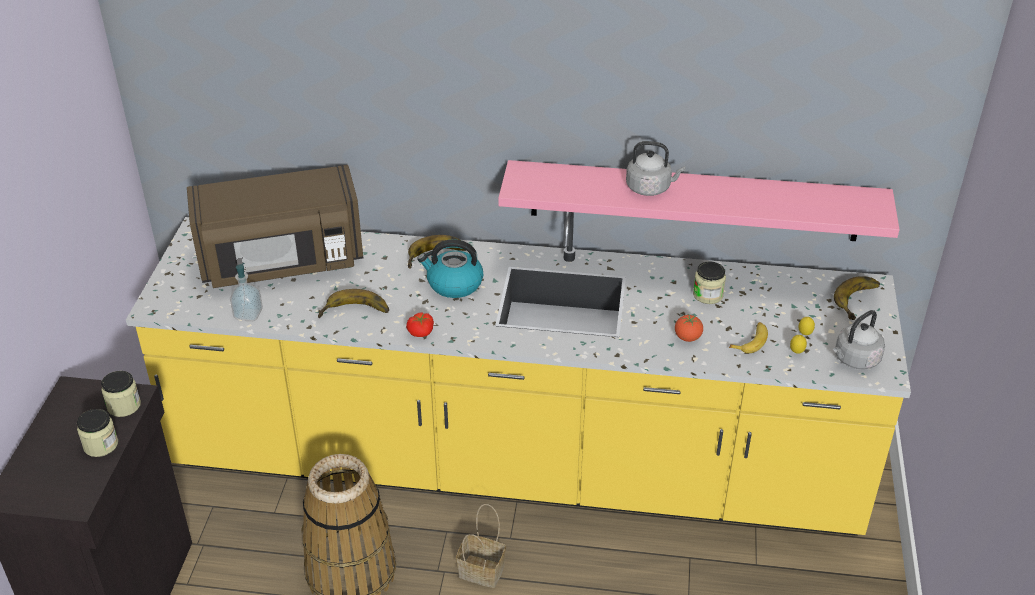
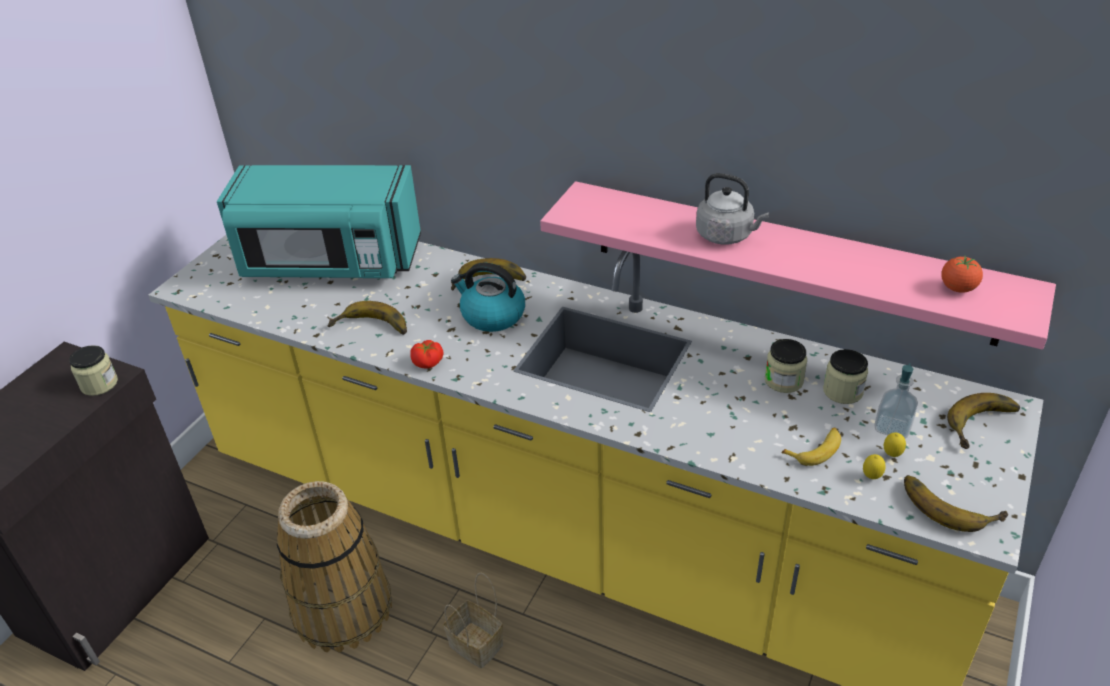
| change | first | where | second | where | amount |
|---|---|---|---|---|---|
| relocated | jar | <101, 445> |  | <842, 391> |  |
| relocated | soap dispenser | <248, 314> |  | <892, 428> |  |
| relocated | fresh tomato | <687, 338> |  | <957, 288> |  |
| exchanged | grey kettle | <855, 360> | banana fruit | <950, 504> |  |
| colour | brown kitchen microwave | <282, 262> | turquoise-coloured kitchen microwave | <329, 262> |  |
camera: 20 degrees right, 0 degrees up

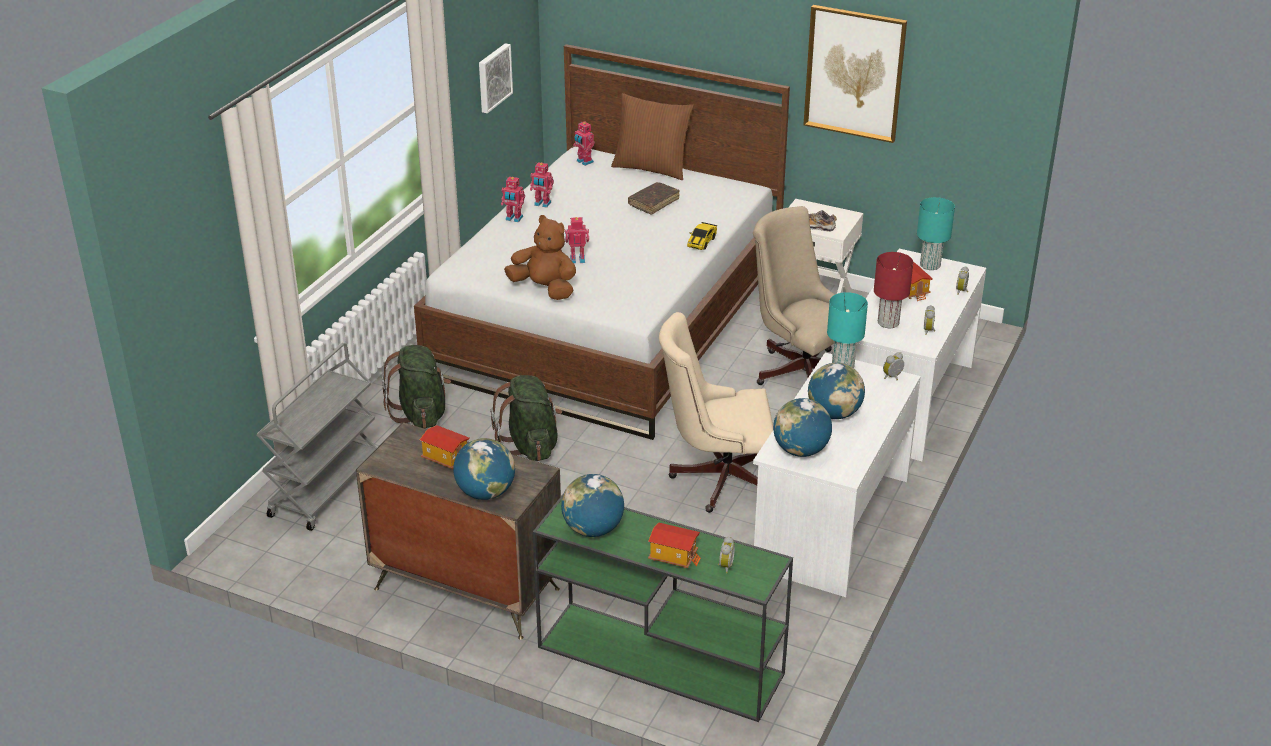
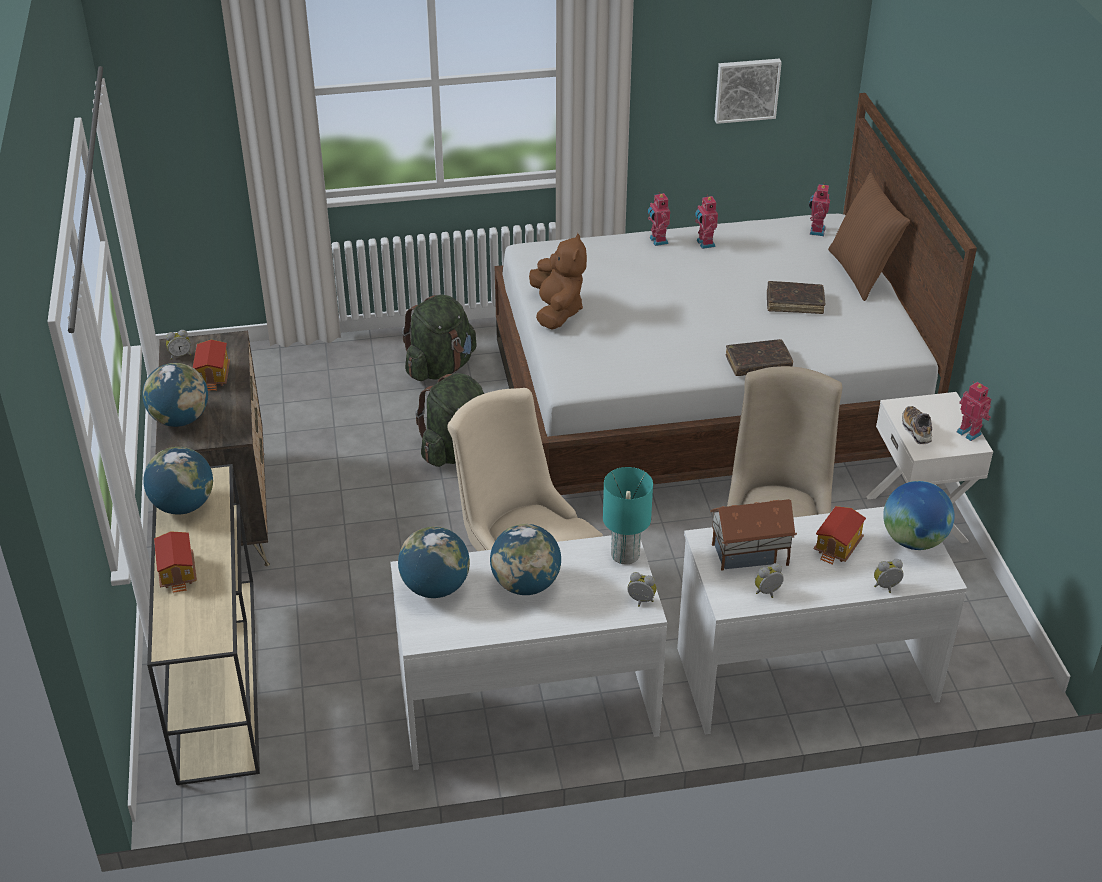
| change | first | where | second | where | amount |
|---|---|---|---|---|---|
| missing | grey trolley | <325, 487> |  |  |  |
| missing | wall art | <854, 73> |  |  |  |
| relocated | toy robot | <577, 259> |  | <970, 432> |  |
| relocated | table clock | <724, 566> |  | <180, 355> |  |
| exchanged | miniature car | <702, 242> | brown volume | <758, 364> |  |
| exchanged | red-coloured tabletop lamp | <889, 322> | toy house | <750, 555> |  |
| exchanged | turquoise-coloured tabletop lamp | <930, 265> | globe | <913, 541> |  |
| colour | green hall table | <657, 660> | sand-coloured hall table | <216, 674> |  |
camera: 55 degrees right, 5 degrees up

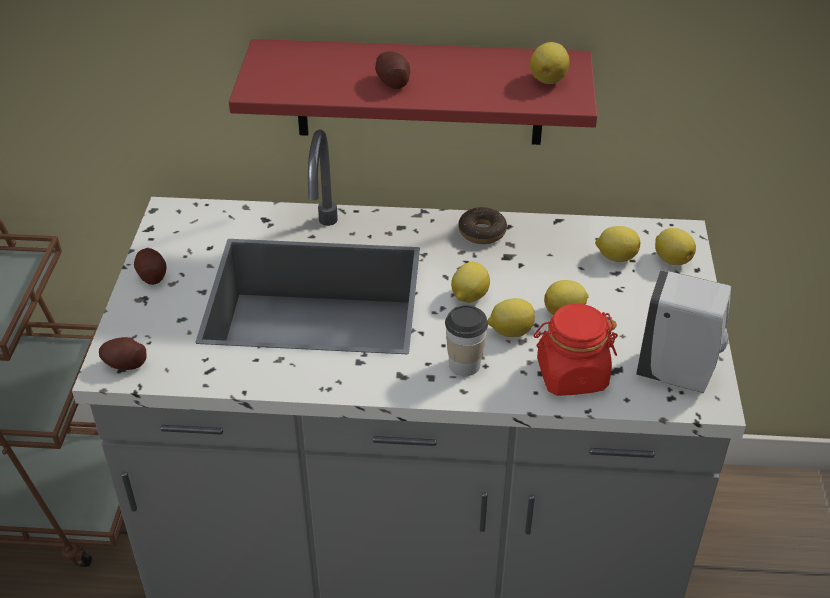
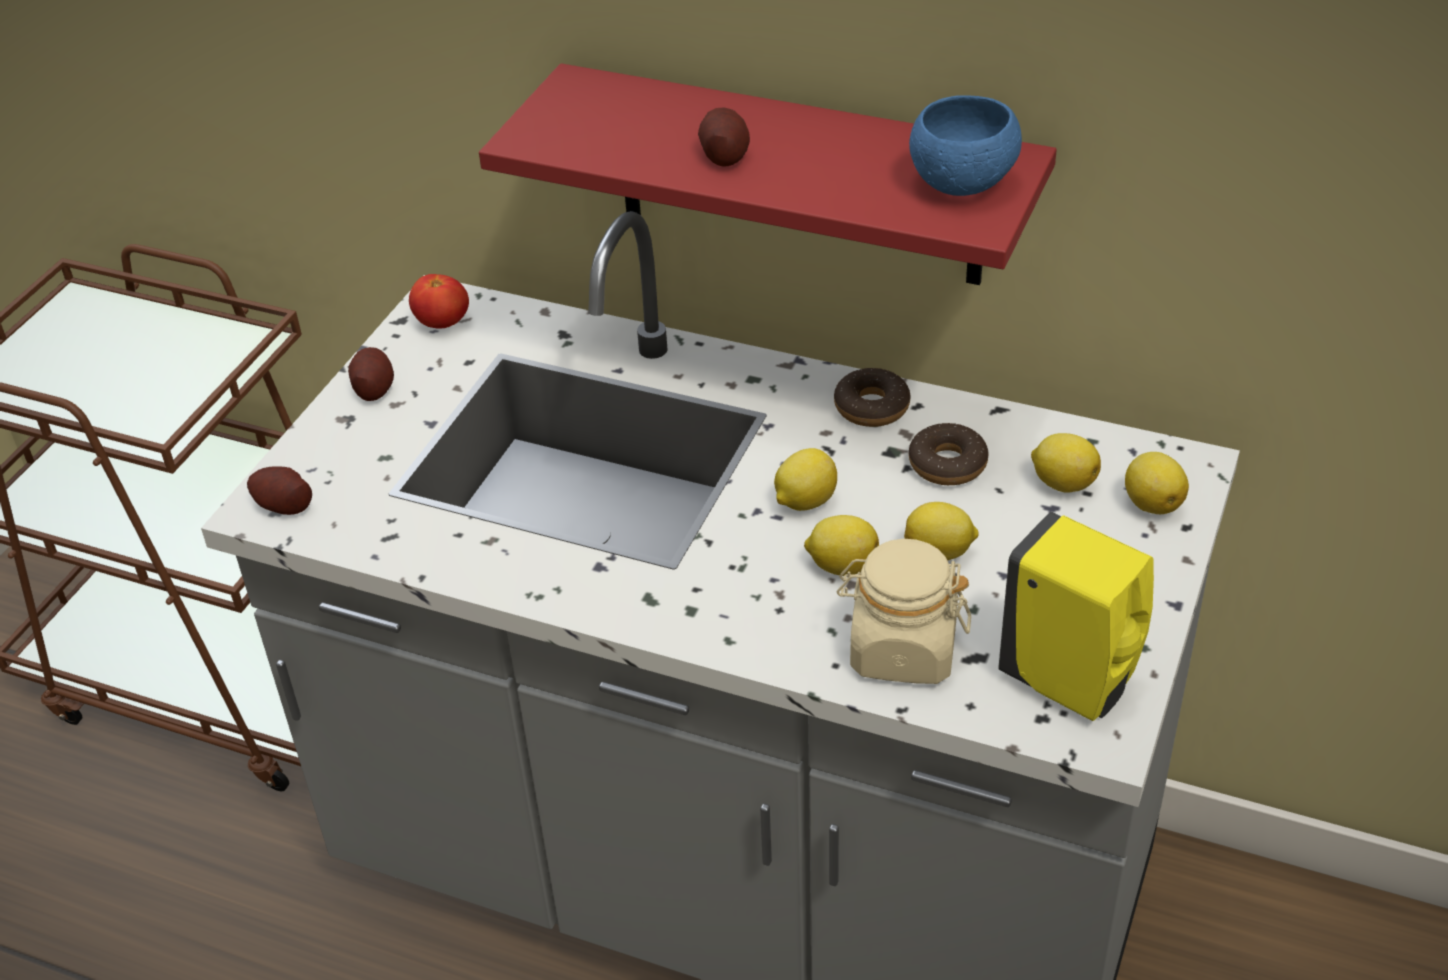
| change | first | where | second | where | amount |
|---|---|---|---|---|---|
| missing | small cup | <464, 364> |  |  |  |
| appeared |  |  | fresh tomato | <442, 323> |  |
| appeared |  |  | donut | <947, 464> |  |
| exchanged | whole lemon | <548, 79> | blue serving bowl | <962, 183> |  |
| colour | red-coloured jar | <571, 375> | sand-coloured jar | <902, 650> |  |
| colour | white soap dispenser | <678, 374> | yellow-coloured soap dispenser | <1071, 684> |  |
camera: 20 degrees right, 0 degrees up

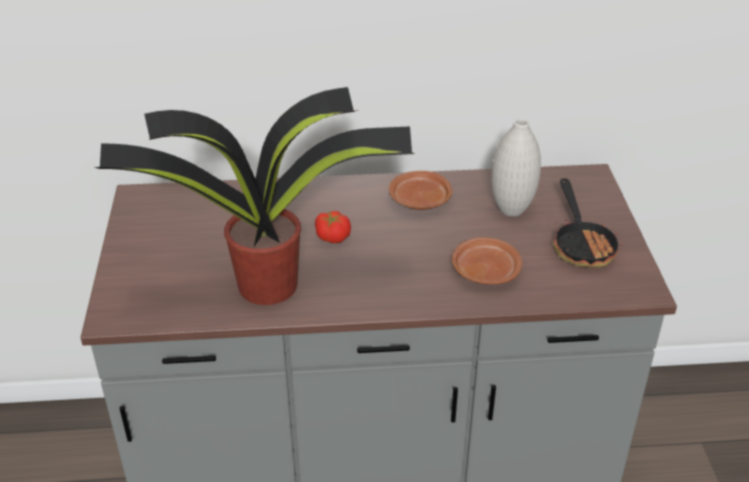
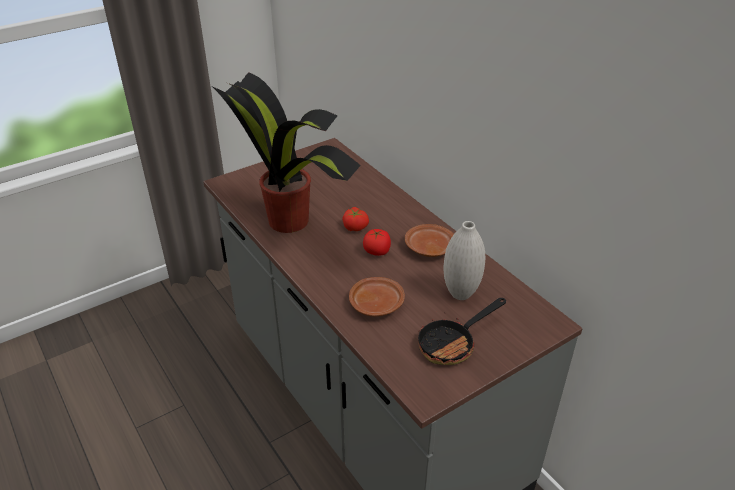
| change | first | where | second | where | amount |
|---|---|---|---|---|---|
| appeared |  |  | fresh tomato | <377, 251> |  |
camera: 60 degrees right, 0 degrees up

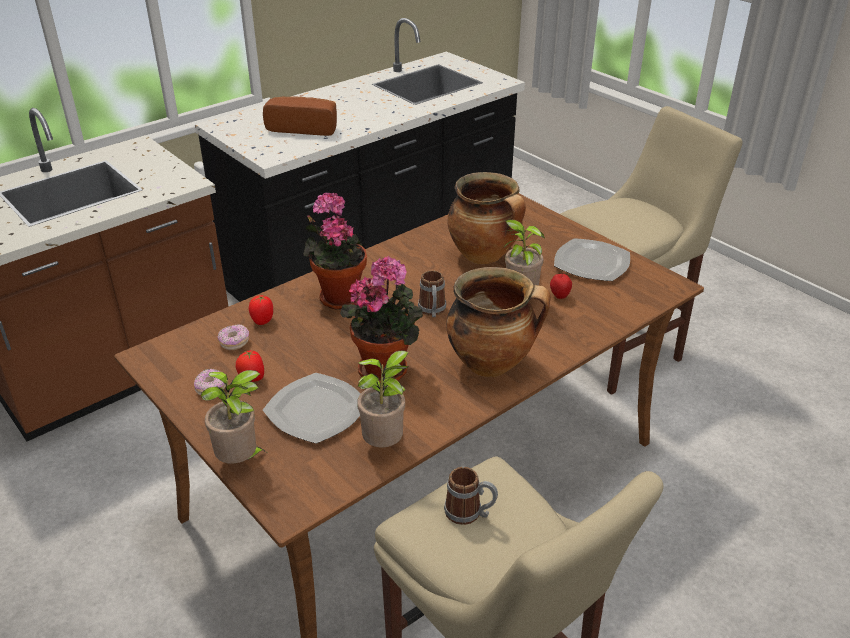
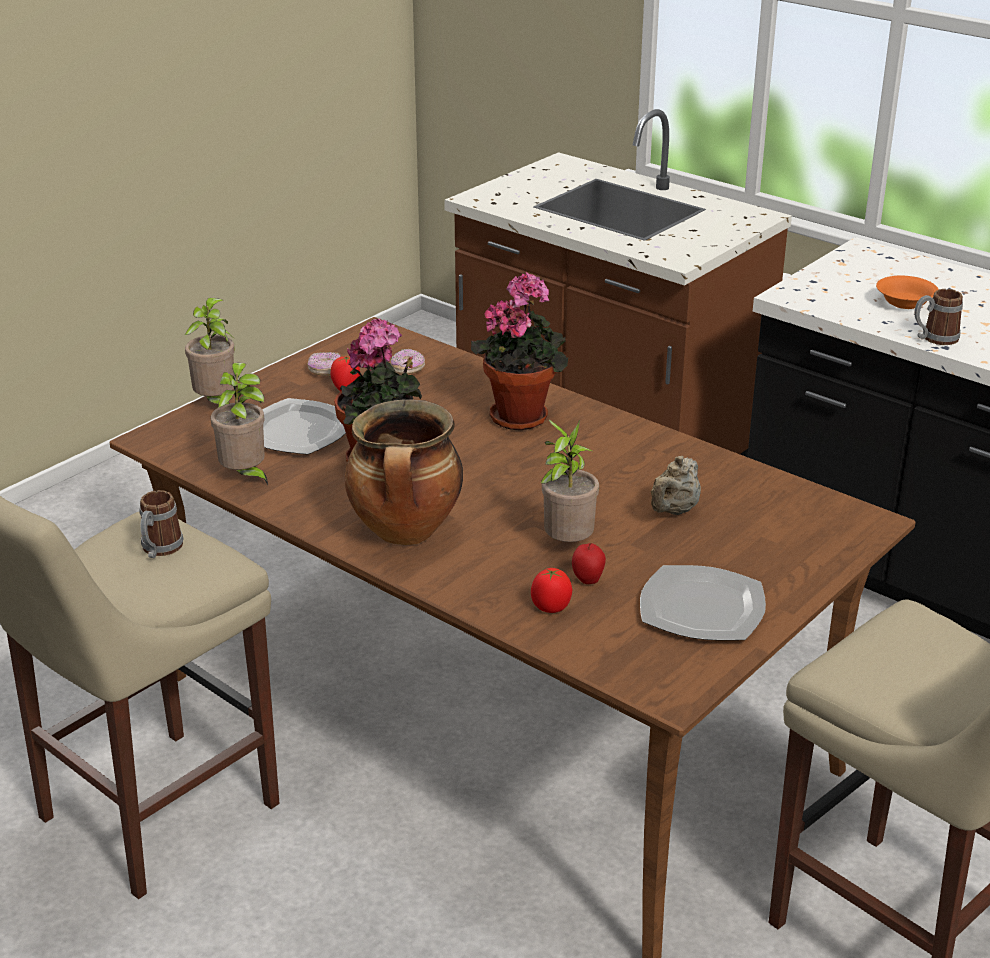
| change | first | where | second | where | amount |
|---|---|---|---|---|---|
| relocated | fresh tomato | <263, 321> |  | <551, 608> |  |
| relocated | mug | <432, 311> |  | <934, 339> |  |
| exchanged | bread | <304, 128> | orangey serving bowl | <904, 303> |  |
| exchanged | stockpot | <485, 256> | sand-coloured pot for tea | <673, 511> |  |
camera: 80 degrees right, 5 degrees down

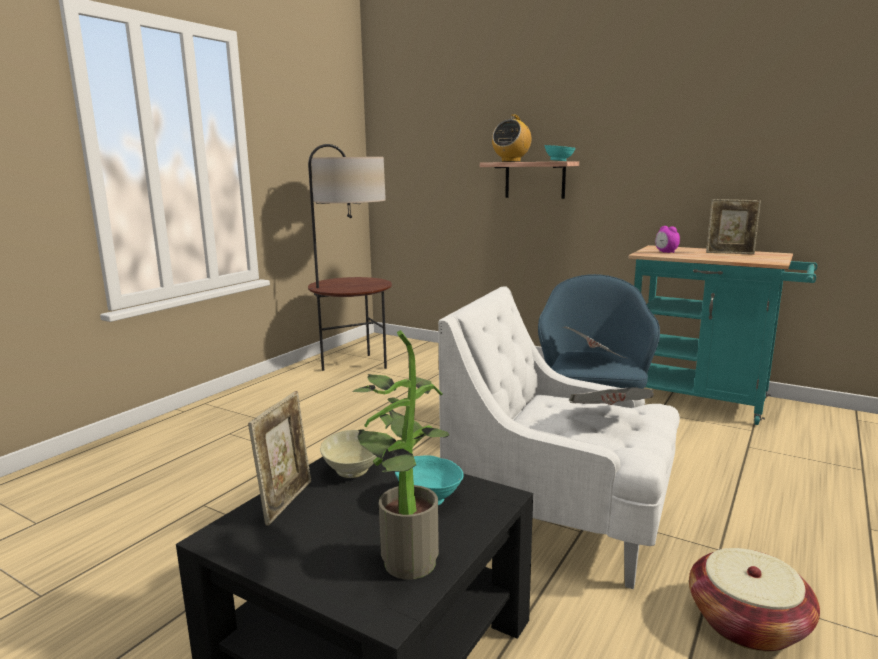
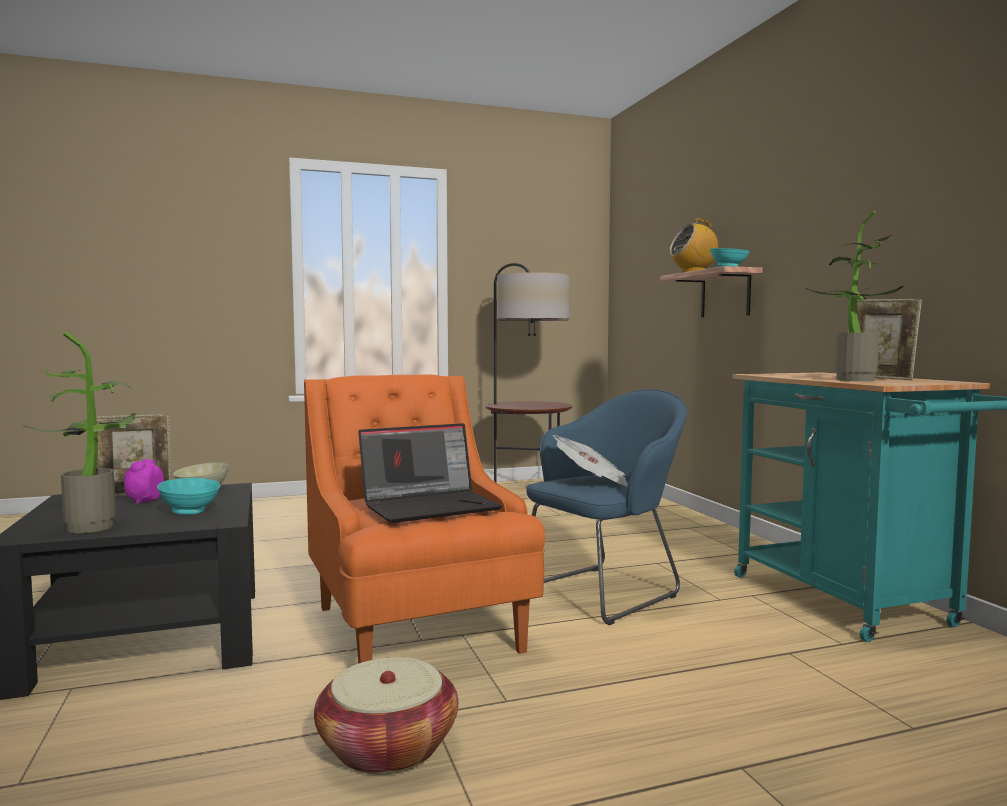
| change | first | where | second | where | amount |
|---|---|---|---|---|---|
| appeared |  |  | plant in a pot | <849, 380> |  |
| relocated | table clock | <666, 252> |  | <144, 501> |  |
| exchanged | printed paper | <608, 418> | laptop | <431, 506> |  |
| colour | white armchair | <560, 524> | orangey armchair | <418, 630> |  |
camera: 40 degrees right, 10 degrees down

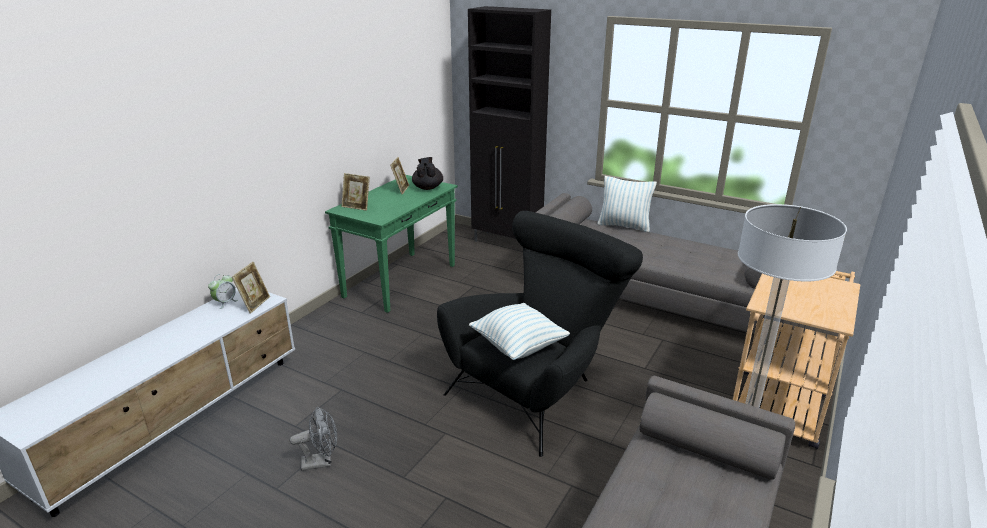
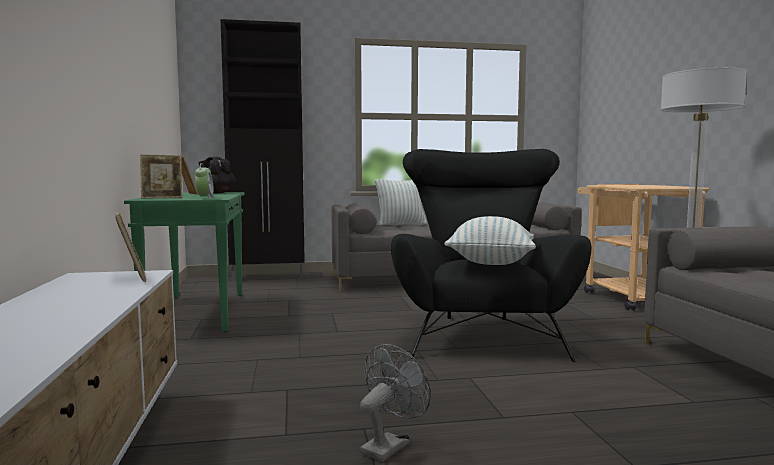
| change | first | where | second | where | amount |
|---|---|---|---|---|---|
| relocated | table clock | <225, 302> |  | <205, 198> |  |
camera: 40 degrees left, 20 degrees down

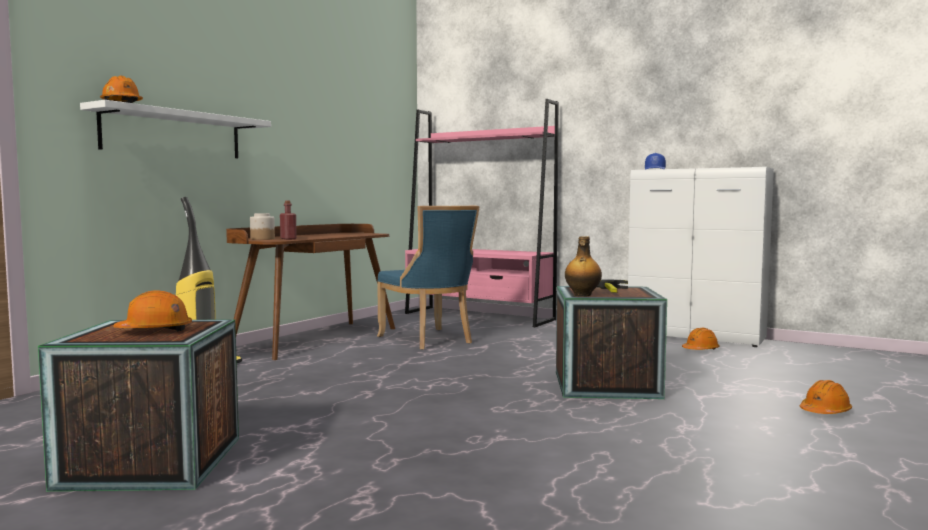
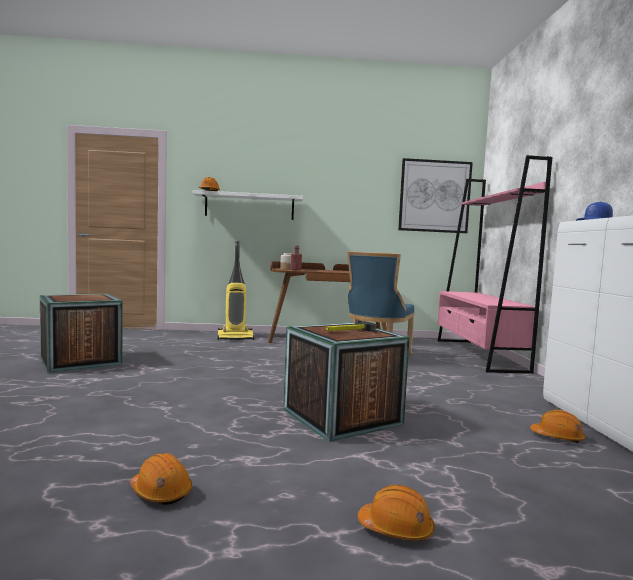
| change | first | where | second | where | amount |
|---|---|---|---|---|---|
| missing | drink bottle | <582, 295> |  |  |  |
| appeared |  |  | wall art | <434, 196> |  |
| relocated | orangey safety helmet | <155, 331> |  | <161, 492> |  |
camera: 55 degrees right, 0 degrees up

